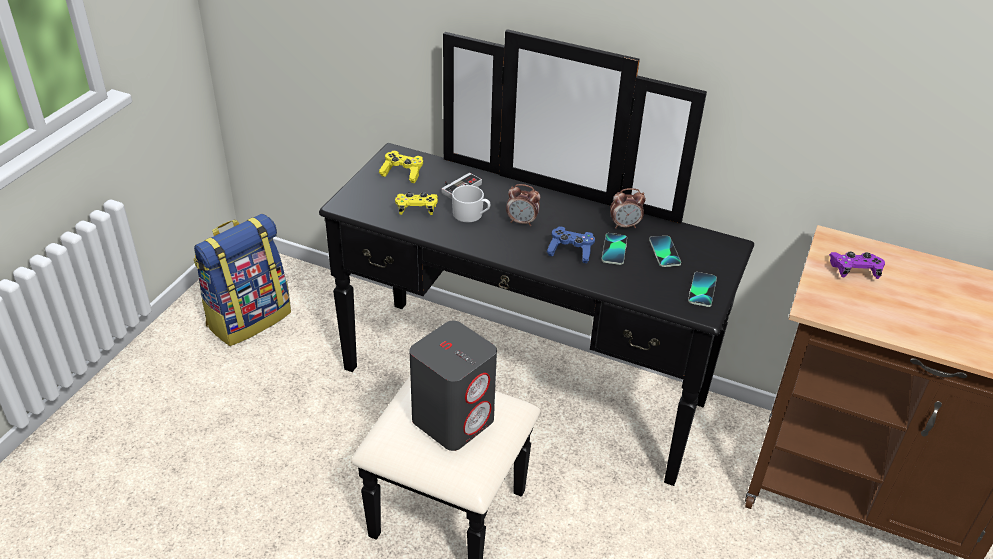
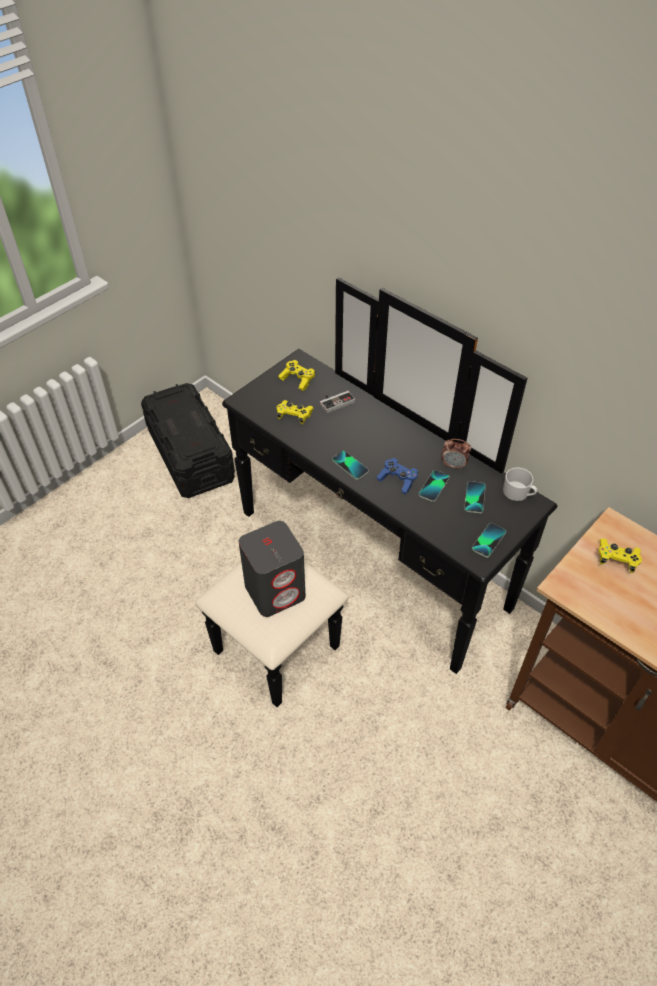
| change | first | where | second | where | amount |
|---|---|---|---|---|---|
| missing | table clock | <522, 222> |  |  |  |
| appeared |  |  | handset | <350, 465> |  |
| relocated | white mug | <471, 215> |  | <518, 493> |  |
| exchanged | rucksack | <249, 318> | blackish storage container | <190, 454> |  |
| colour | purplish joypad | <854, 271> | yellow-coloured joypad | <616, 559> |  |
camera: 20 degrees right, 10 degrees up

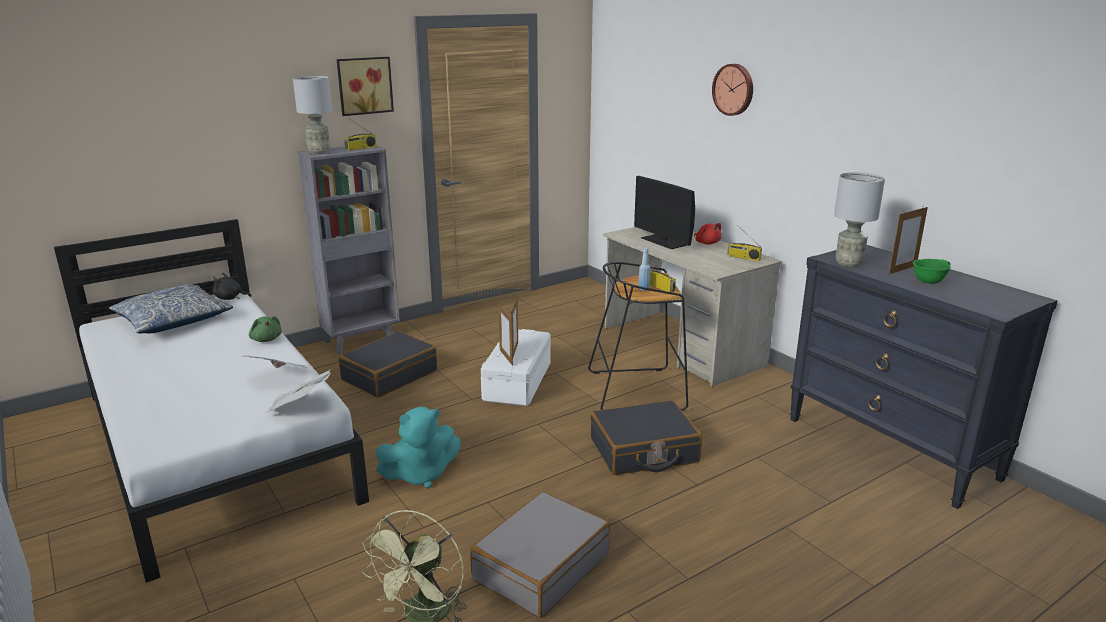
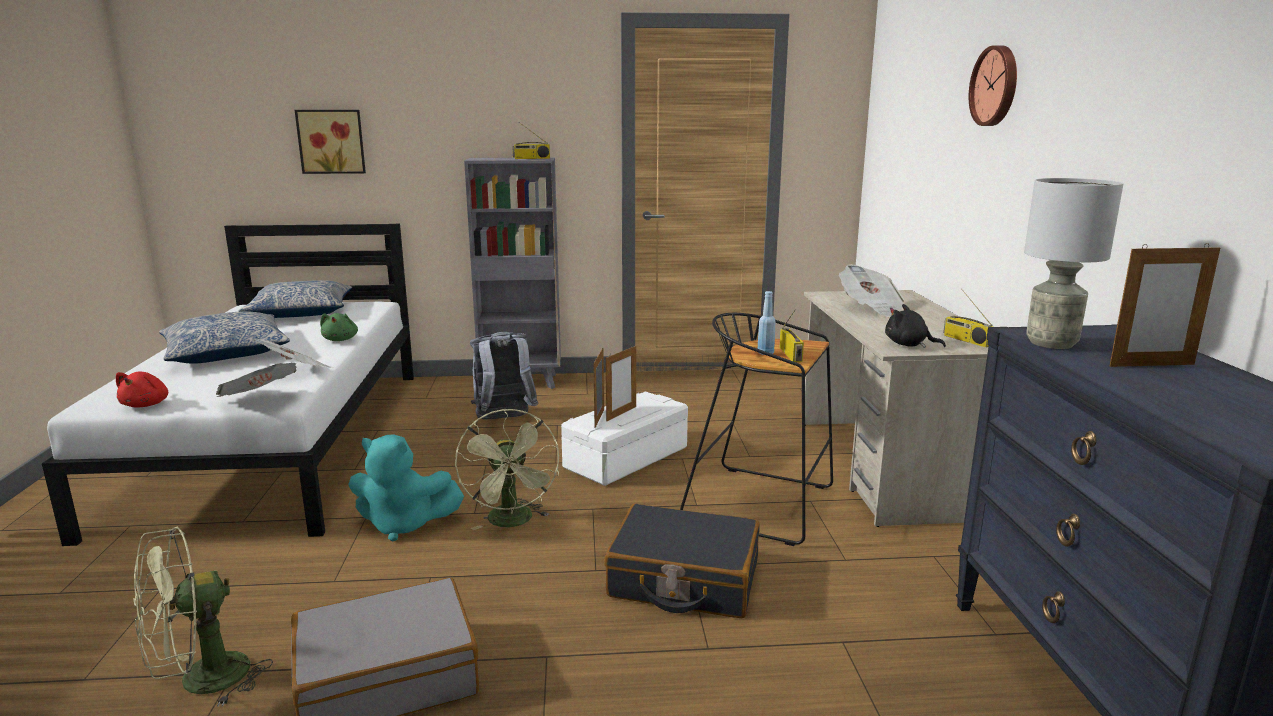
| change | first | where | second | where | amount |
|---|---|---|---|---|---|
| missing | grey tabletop lamp | <318, 152> |  |  |  |
| missing | green serving bowl | <928, 281> |  |  |  |
| appeared |  |  | cushion | <226, 352> |  |
| appeared |  |  | green electric fan | <513, 522> |  |
| relocated | blackish soft toy | <230, 298> |  | <908, 345> |  |
| relocated | wall art | <364, 85> |  | <332, 141> |  |
| relocated | red-coloured soft toy | <707, 243> |  | <147, 404> |  |
| exchanged | blackish suitcase | <389, 375> | grey rucksack | <504, 419> |  |
| exchanged | computer display | <663, 241> | printed paper | <871, 309> |  |
camera: 30 degrees right, 5 degrees down

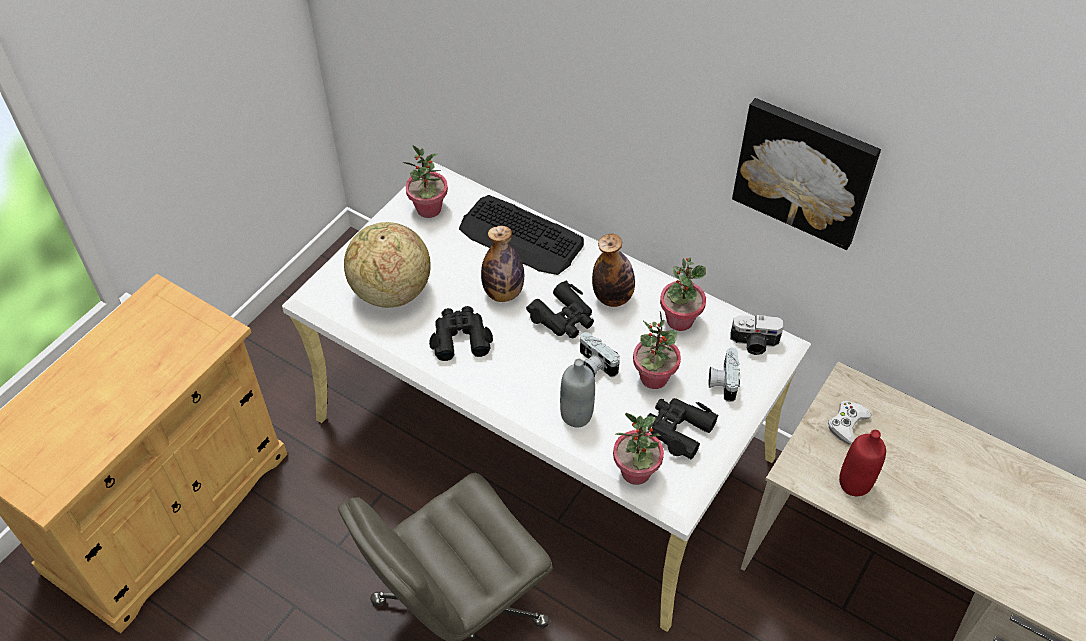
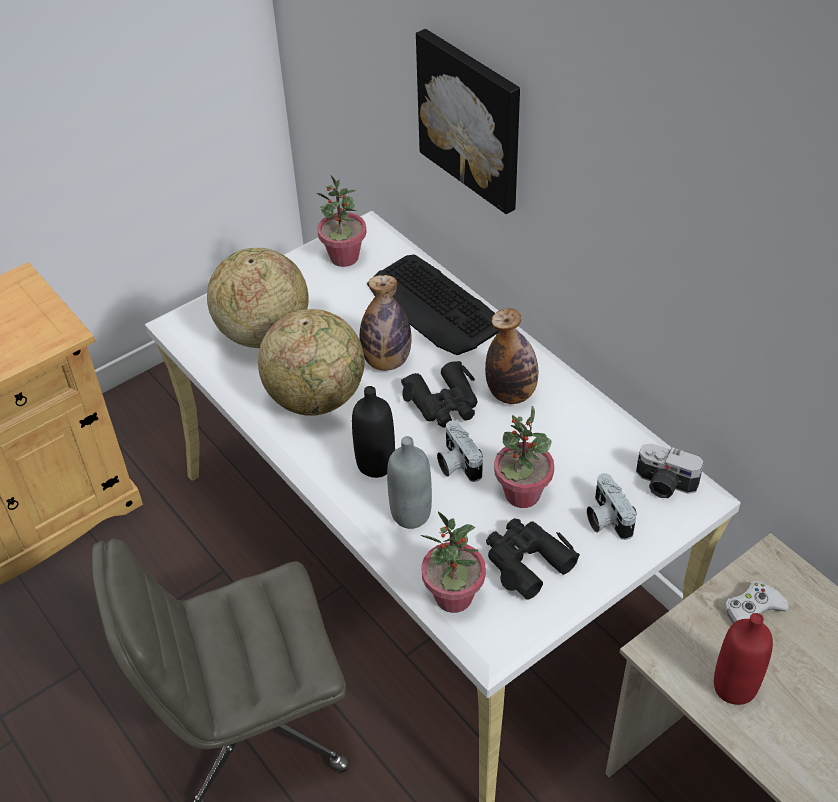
| change | first | where | second | where | amount |
|---|---|---|---|---|---|
| missing | plant in a pot | <679, 320> |  |  |  |
| appeared |  |  | blackish drink bottle | <376, 464> |  |
| relocated | wall art | <805, 171> |  | <472, 119> |  |
| exchanged | blackish field glasses | <460, 337> | globe | <316, 398> |  |
| spun | photo camera | <722, 381> |  | <605, 518> | 45 degrees counterclockwise |
camera: 20 degrees right, 5 degrees down

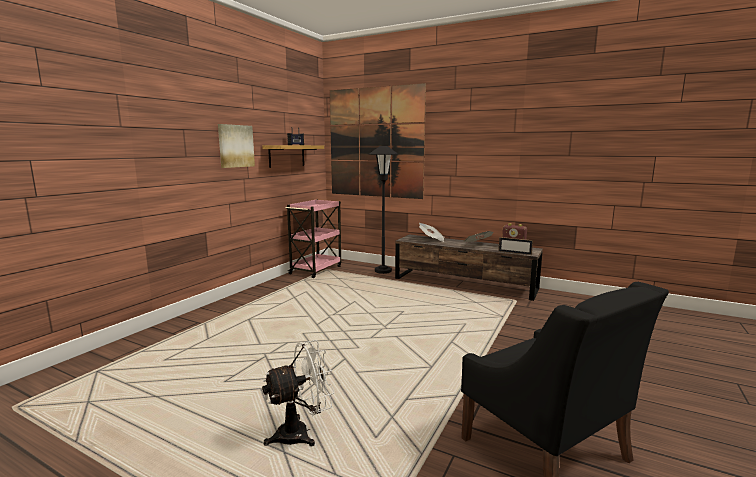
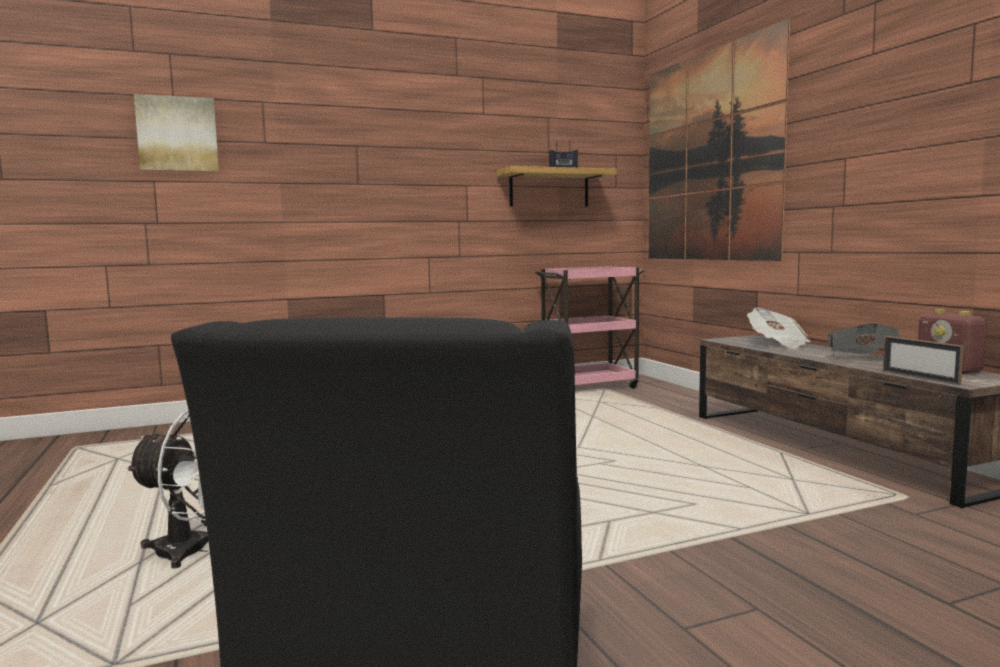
| change | first | where | second | where | amount |
|---|---|---|---|---|---|
| missing | blackish floor lamp | <383, 271> |  |  |  |
| relocated | wall art | <235, 146> |  | <177, 134> |  |
camera: 40 degrees right, 5 degrees down

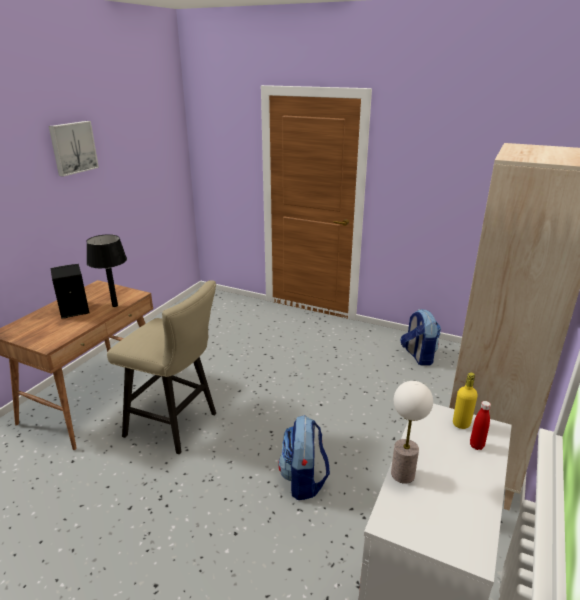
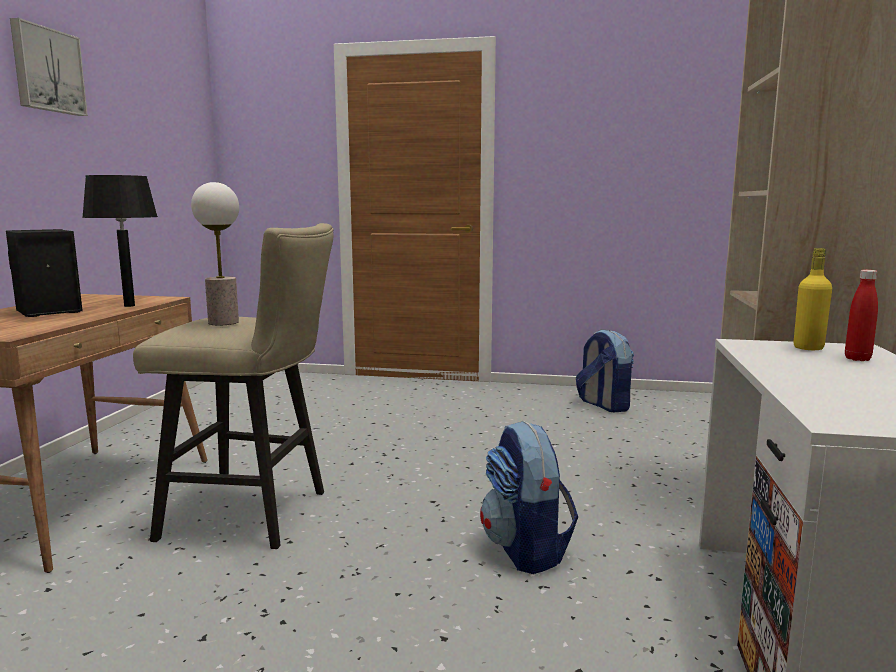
| change | first | where | second | where | amount |
|---|---|---|---|---|---|
| relocated | tabletop lamp | <402, 474> |  | <223, 322> |  |
camera: 15 degrees left, 15 degrees down

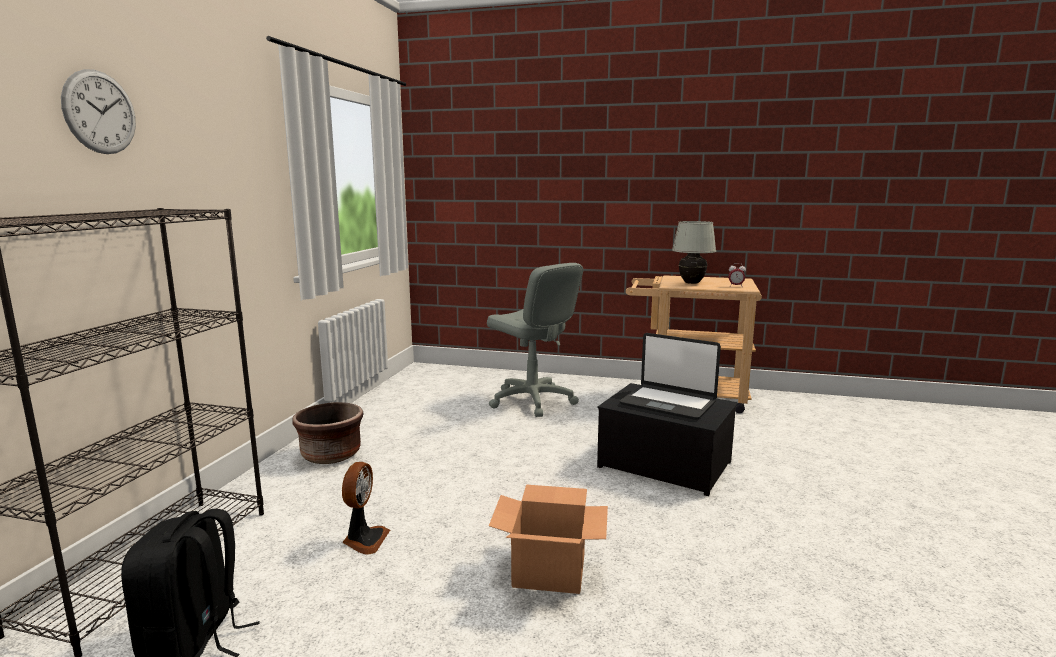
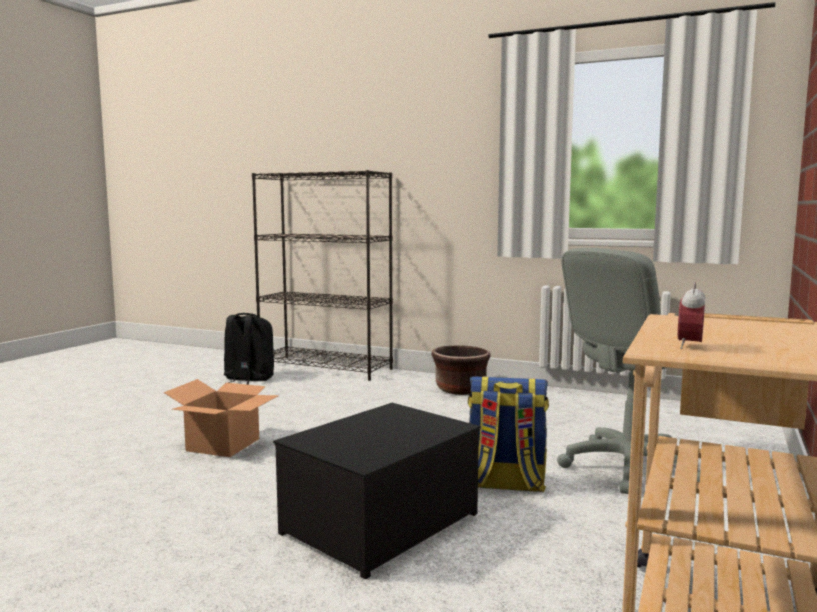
| change | first | where | second | where | amount |
|---|---|---|---|---|---|
| missing | clock on the wall | <100, 112> |  |  |  |
| missing | electric fan | <364, 540> |  |  |  |
| missing | laptop | <668, 403> |  |  |  |
| missing | white tabletop lamp | <692, 283> |  |  |  |
| appeared |  |  | rucksack | <505, 484> |  |
camera: 100 degrees right, 5 degrees down

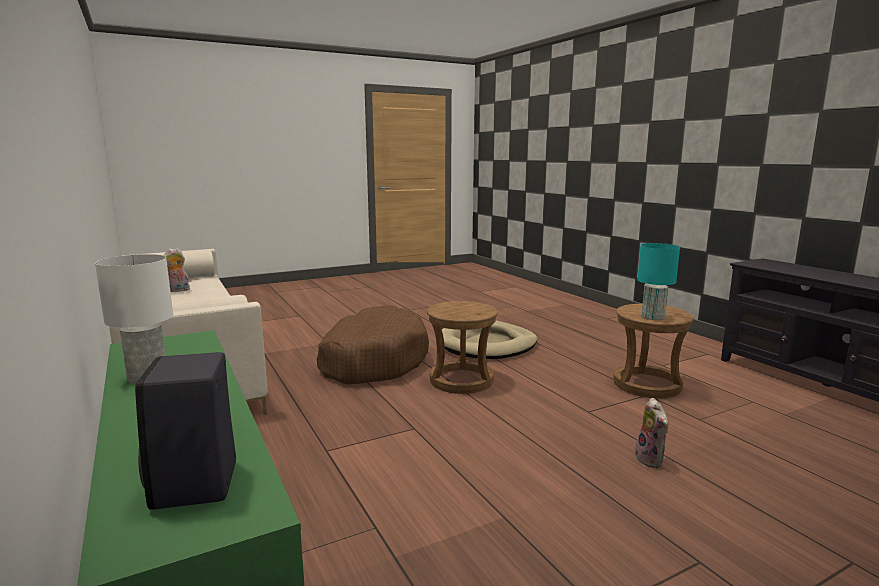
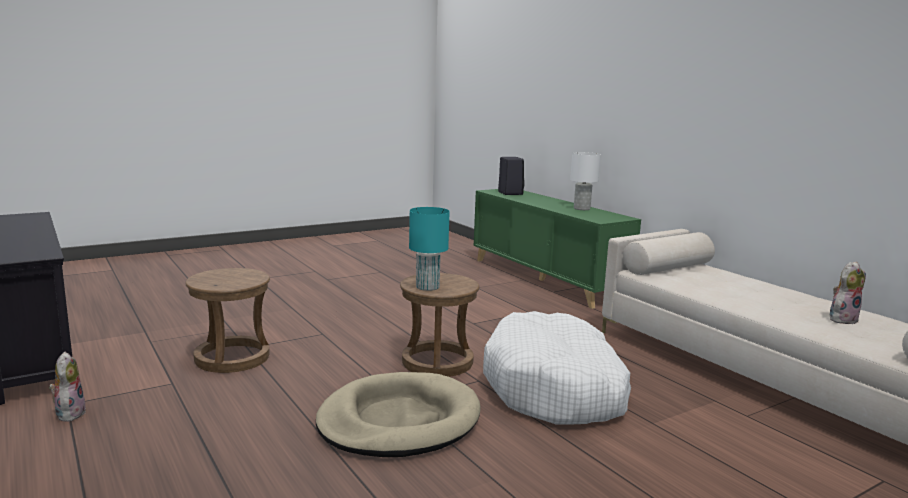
| change | first | where | second | where | amount |
|---|---|---|---|---|---|
| relocated | soft toy | <651, 460> |  | <69, 413> |  |
| relocated | turquoise-coloured tabletop lamp | <652, 317> |  | <427, 287> |  |
| colour | brown dog bed | <372, 360> | white dog bed | <555, 388> |  |
camera: 175 degrees right, 0 degrees up

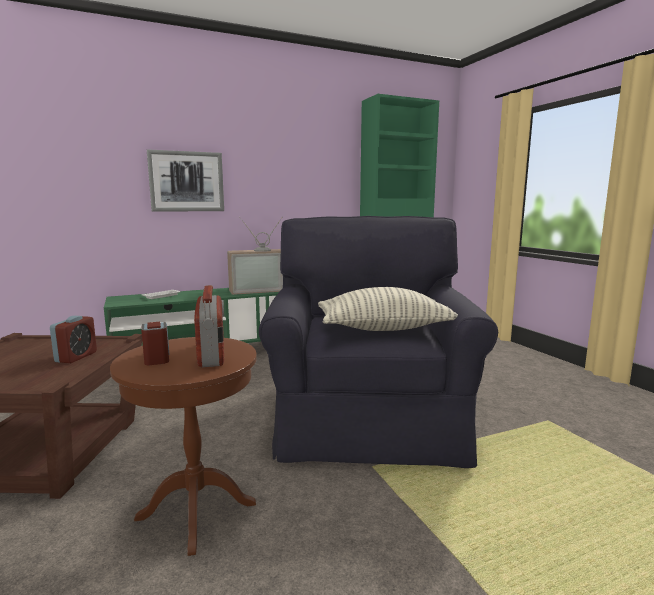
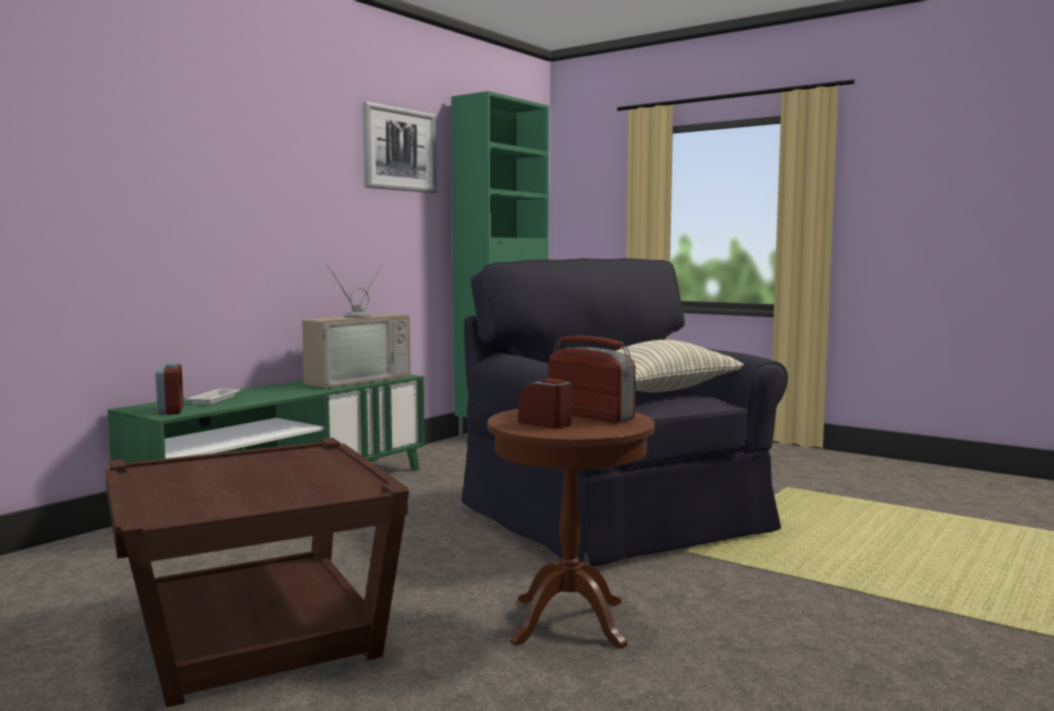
| change | first | where | second | where | amount |
|---|---|---|---|---|---|
| relocated | table clock | <76, 357> |  | <170, 411> |  |
| relocated | wall art | <186, 181> |  | <399, 149> |  |
camera: 30 degrees left, 5 degrees down

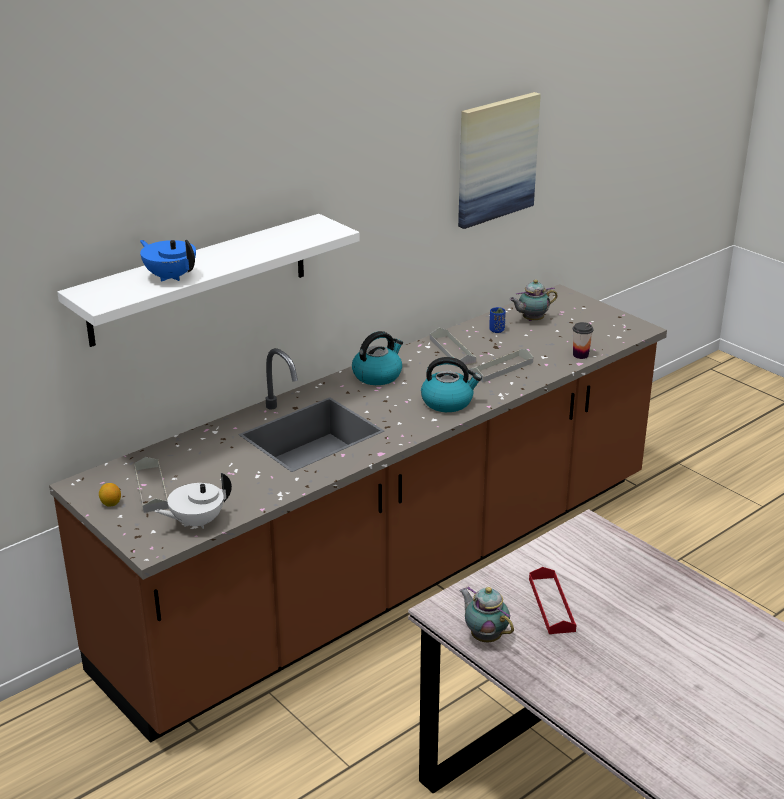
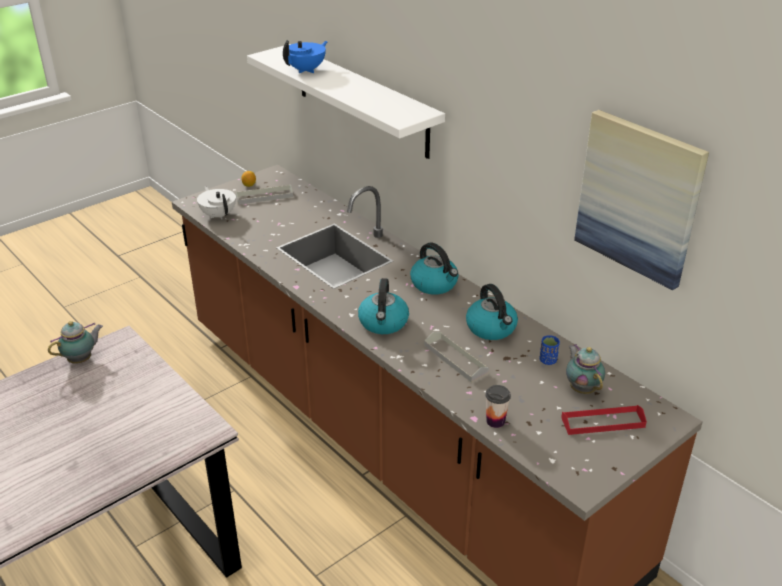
| change | first | where | second | where | amount |
|---|---|---|---|---|---|
| relocated | red-coloured carrying tray | <551, 605> |  | <603, 422> |  |
| exchanged | grey carrying tray | <452, 351> | kettle | <491, 328> |  |
camera: 90 degrees right, 5 degrees up

